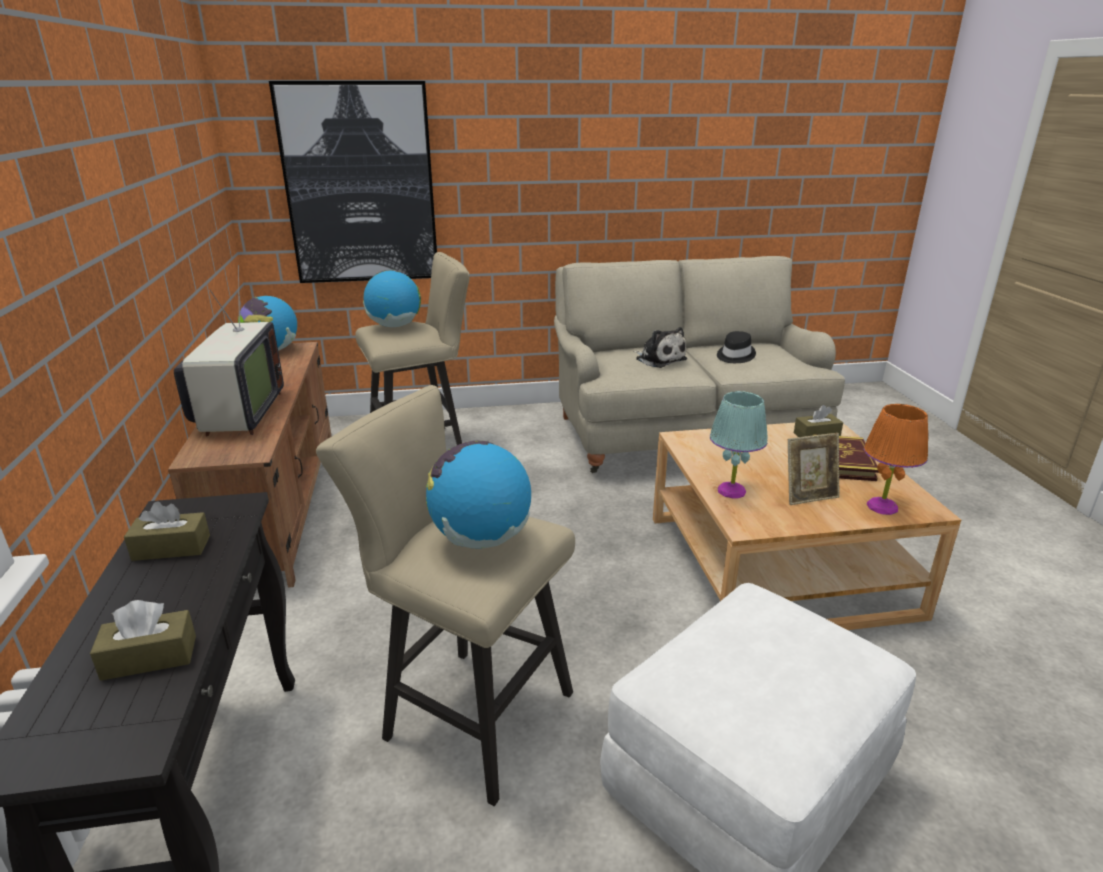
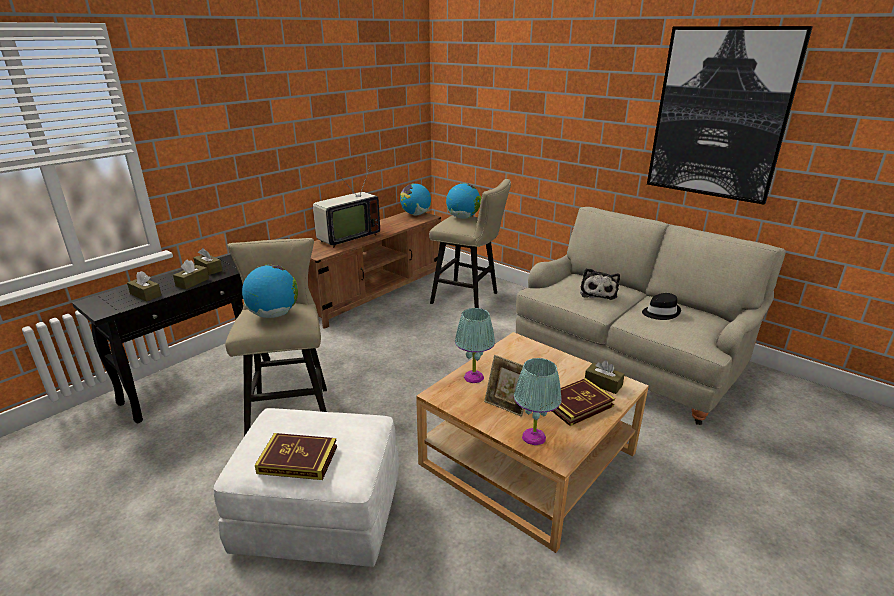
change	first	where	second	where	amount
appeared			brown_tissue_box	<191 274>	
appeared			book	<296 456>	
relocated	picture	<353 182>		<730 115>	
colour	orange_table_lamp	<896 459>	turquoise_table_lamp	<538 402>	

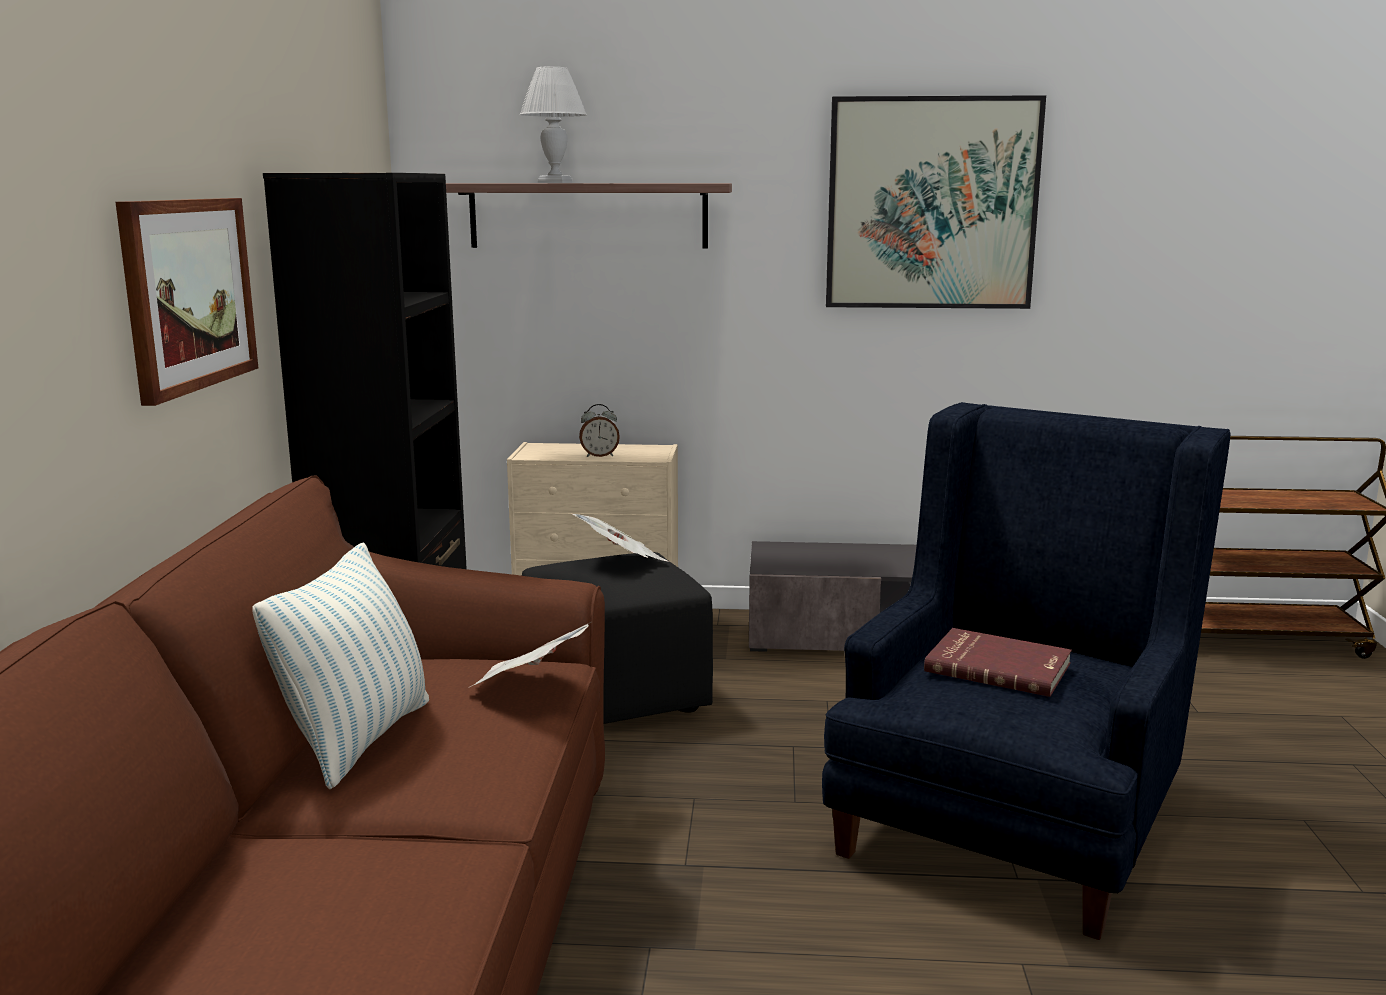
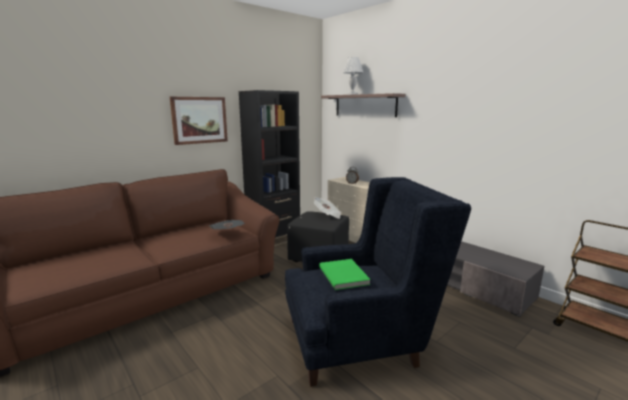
change	first	where	second	where	amount
missing	pillow	<340 666>			
missing	picture	<936 202>			
colour	red_book	<998 662>	green_book	<345 274>	

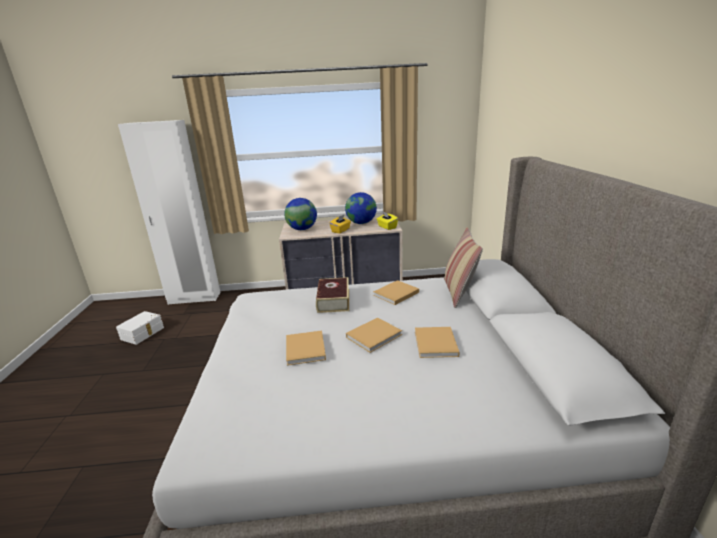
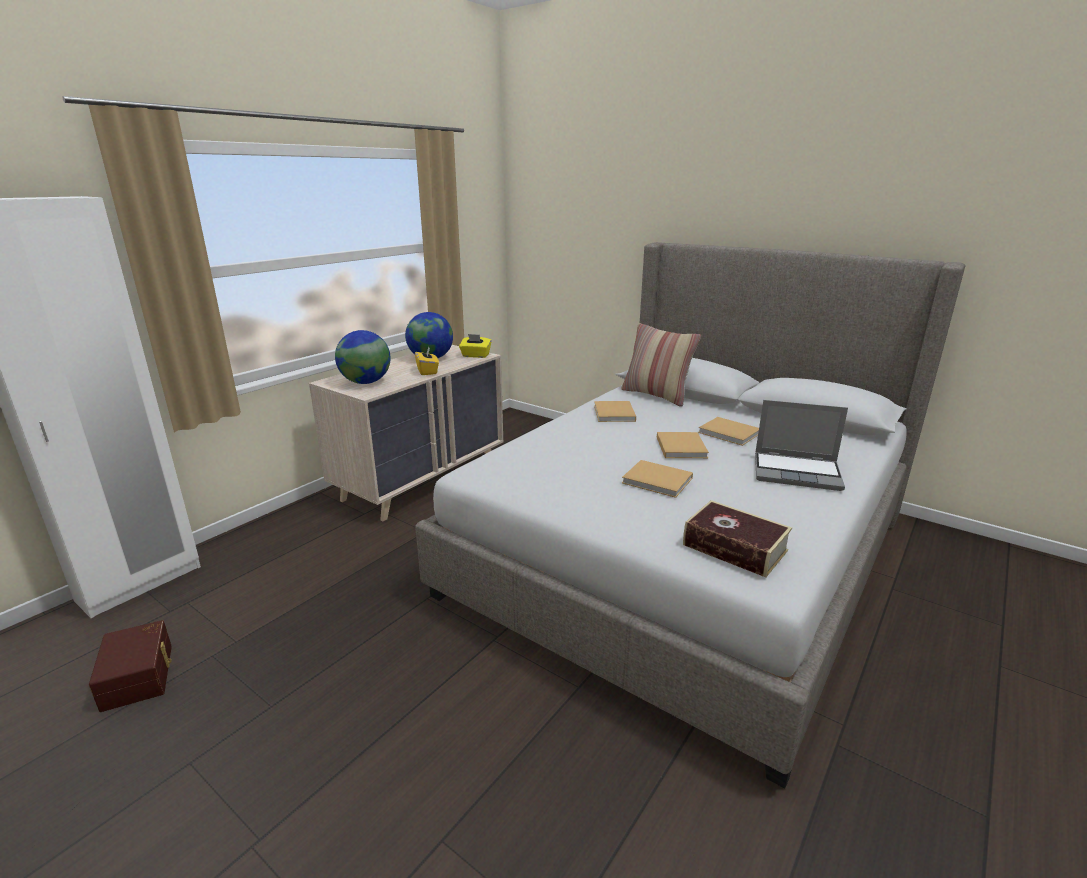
change	first	where	second	where	amount
appeared			laptop	<801 445>	
relocated	book	<332 295>		<737 539>	
colour	white_storage_box	<140 328>	brown_storage_box	<130 666>	

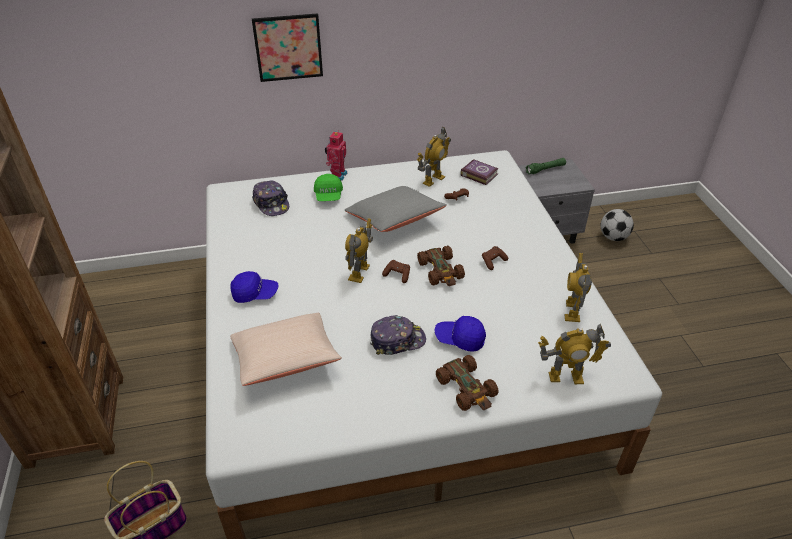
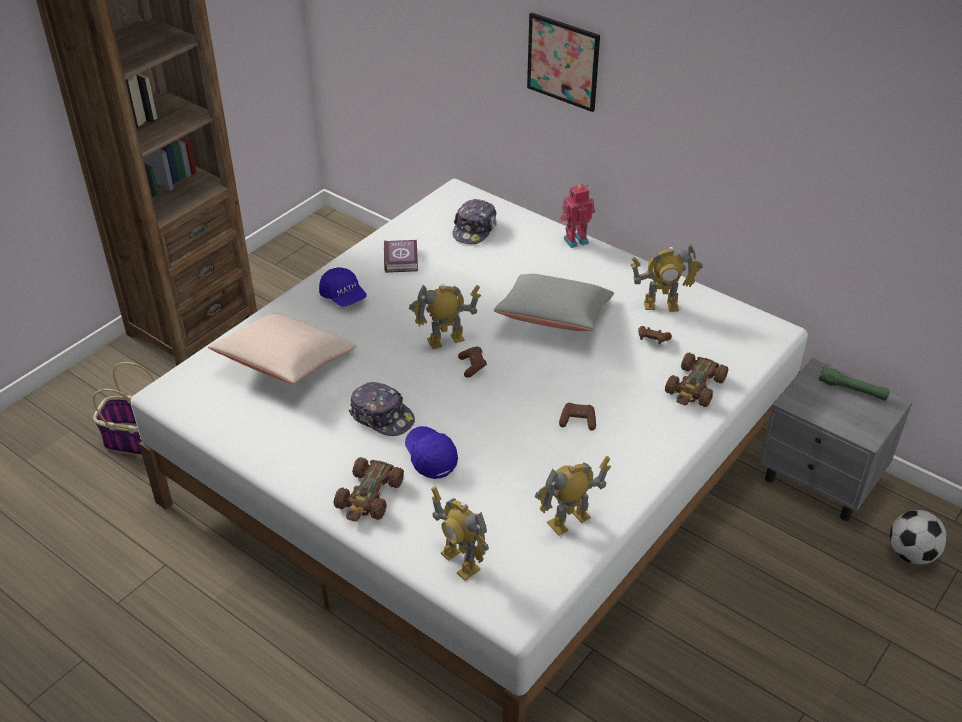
change	first	where	second	where	amount
missing	green_cap	<328 187>			
relocated	brown_toy_car	<441 266>		<697 380>	
relocated	book	<480 172>		<401 256>	

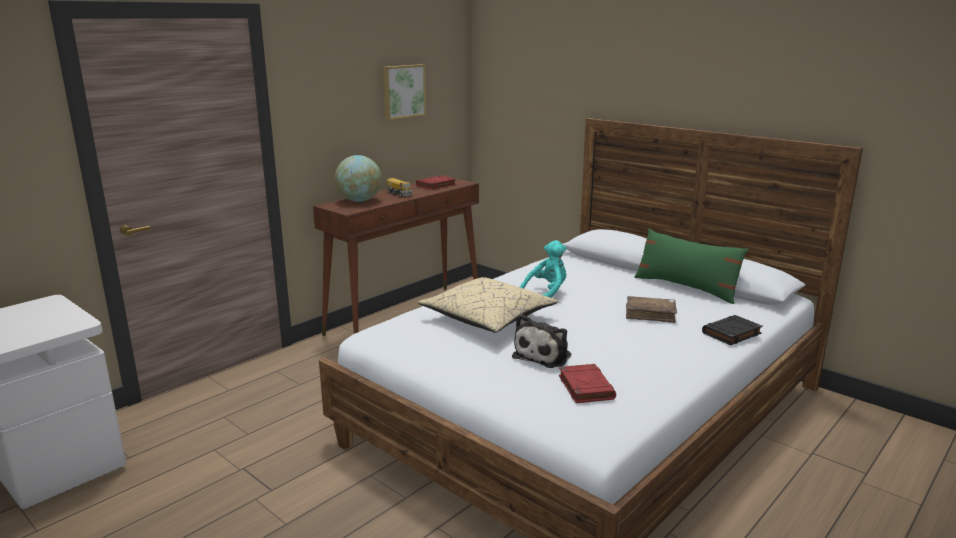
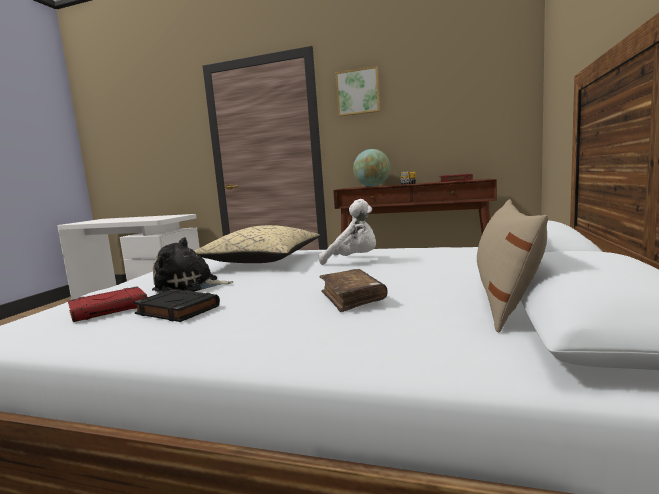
change	first	where	second	where	amount
relocated	picture	<404 92>		<358 91>	
relocated	black_book	<732 330>		<176 305>	
colour	turquoise_plush_toy	<543 269>	white_plush_toy	<347 232>	
colour	green_pillow	<691 266>	beige_pillow	<512 265>	

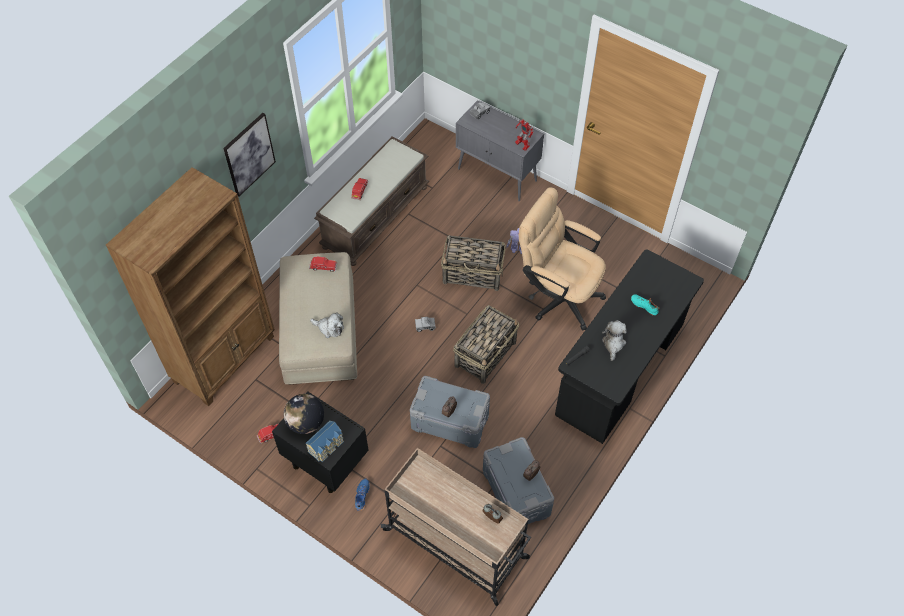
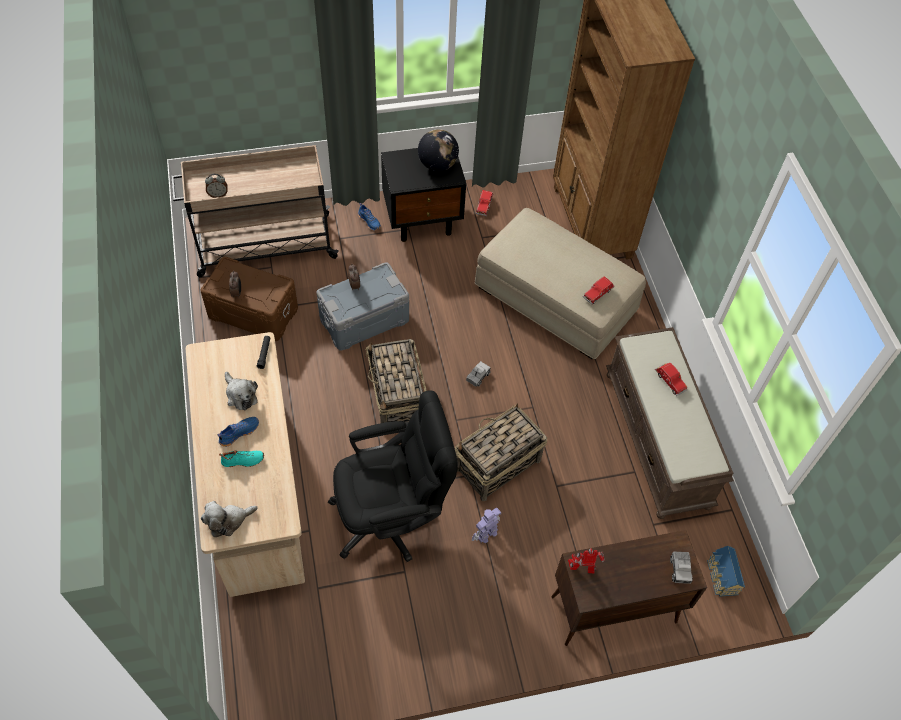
change	first	where	second	where	amount
missing	picture	<249 155>			
appeared			blue_shoe	<238 432>	
relocated	toy_house	<324 441>		<726 571>	
relocated	plush_toy	<327 325>		<229 519>	
colour	grey_cabinet	<500 151>	brown_cabinet	<629 588>	
colour	grey_storage_box	<518 480>	brown_storage_box	<249 299>	
colour	beige_office_chair	<562 259>	black_office_chair	<393 476>	
colour	black_desk	<629 347>	beige_desk	<245 464>	

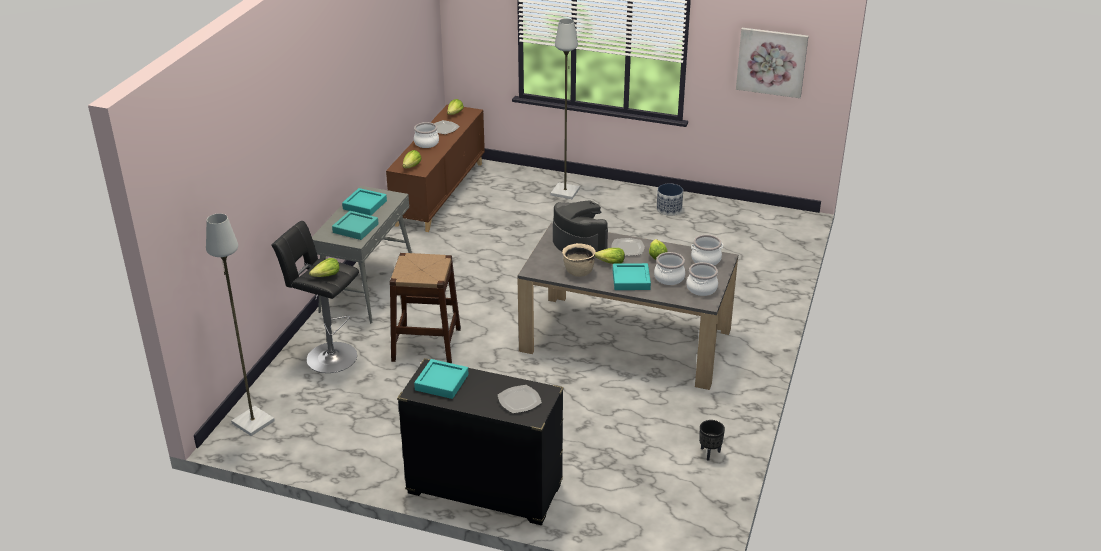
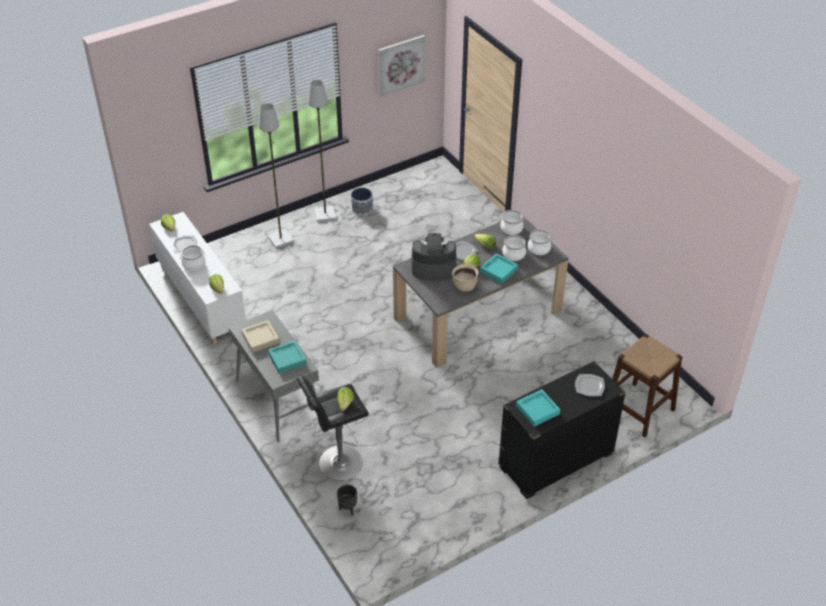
change	first	where	second	where	amount
relocated	grey_floor_lamp	<240 324>		<322 151>	
relocated	brown_stool	<425 308>		<647 385>	
relocated	black_planter	<712 440>		<347 500>	
colour	turquoise_tray	<364 202>	beige_tray	<260 336>	
colour	brown_cabinet	<435 168>	white_cabinet	<197 278>	

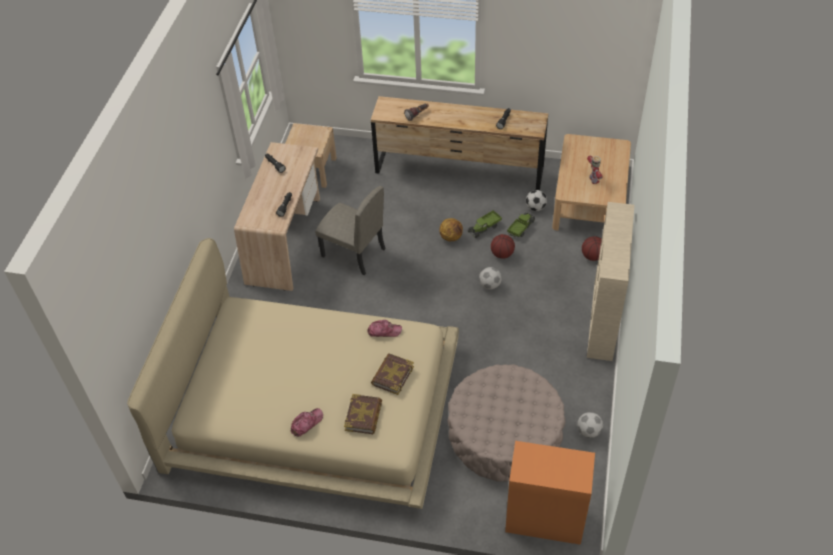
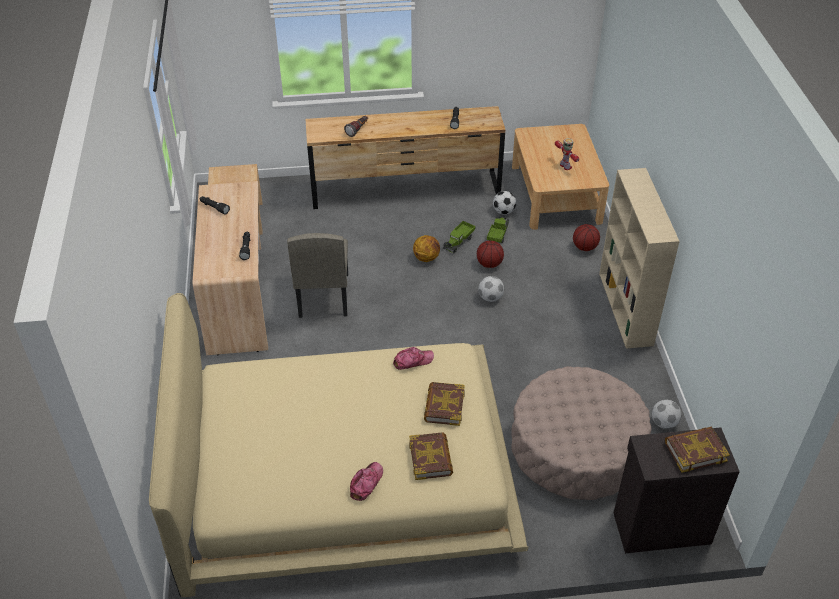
change	first	where	second	where	amount
appeared			book	<697 450>	
colour	orange_cabinet	<550 493>	black_cabinet	<677 490>	
spun	beige_chair	<350 230>		<317 275>	75 degrees clockwise

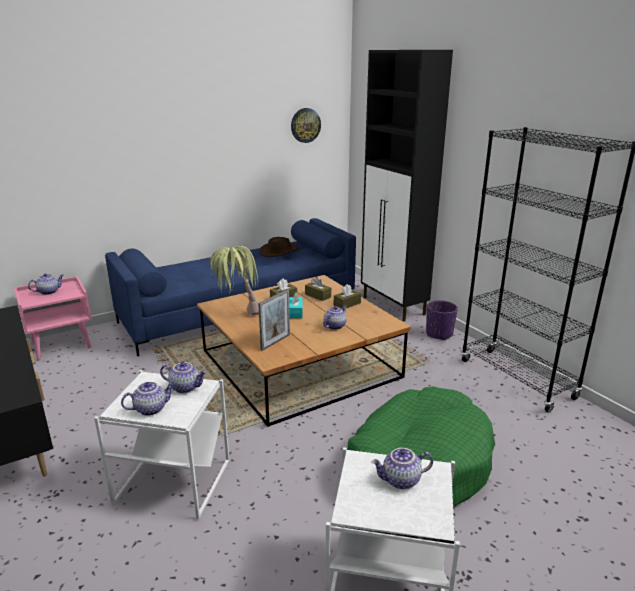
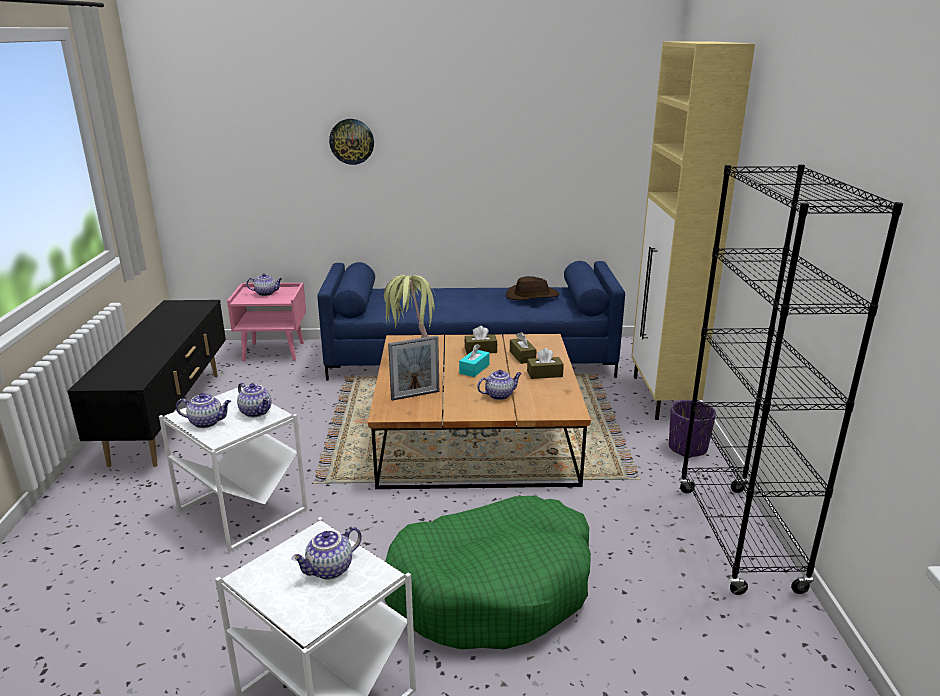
change	first	where	second	where	amount
relocated	wall_clock	<306 125>		<351 142>	
colour	black_cabinet	<407 185>	beige_cabinet	<693 231>	
spun	teapot	<402 469>		<327 553>	60 degrees counterclockwise

